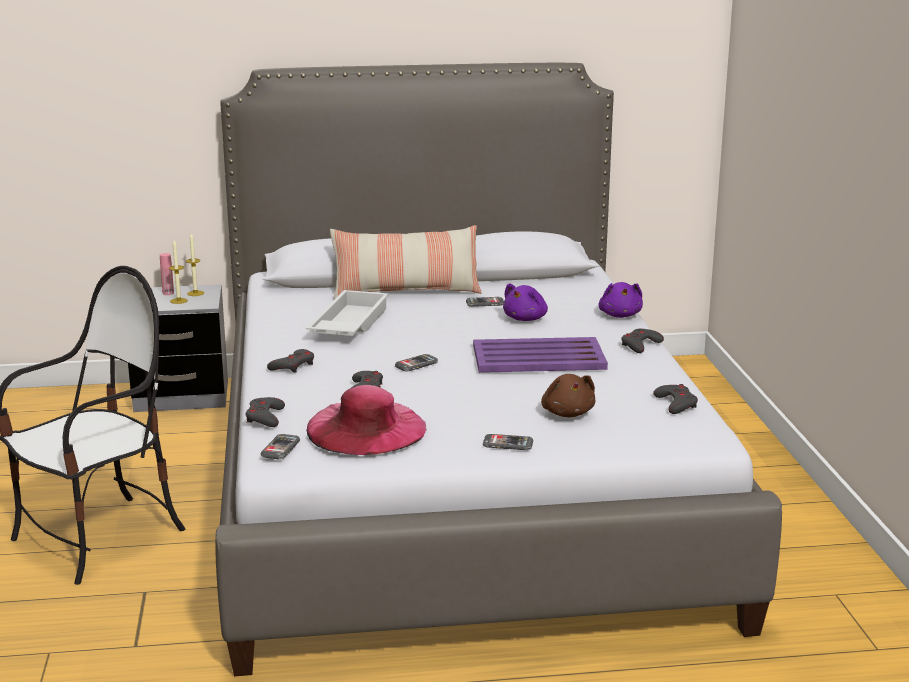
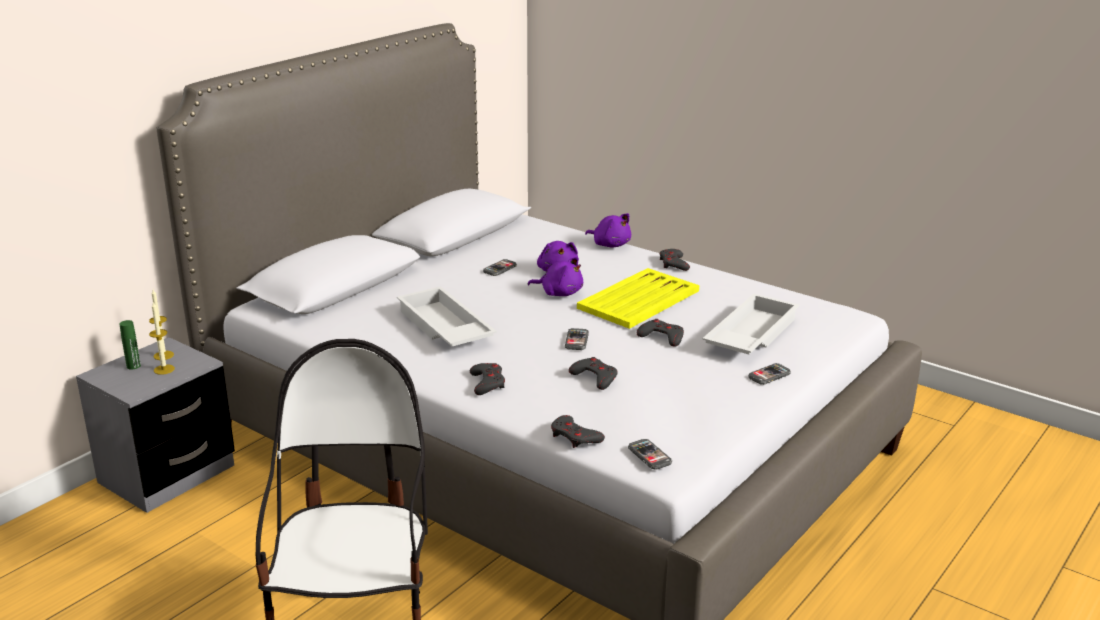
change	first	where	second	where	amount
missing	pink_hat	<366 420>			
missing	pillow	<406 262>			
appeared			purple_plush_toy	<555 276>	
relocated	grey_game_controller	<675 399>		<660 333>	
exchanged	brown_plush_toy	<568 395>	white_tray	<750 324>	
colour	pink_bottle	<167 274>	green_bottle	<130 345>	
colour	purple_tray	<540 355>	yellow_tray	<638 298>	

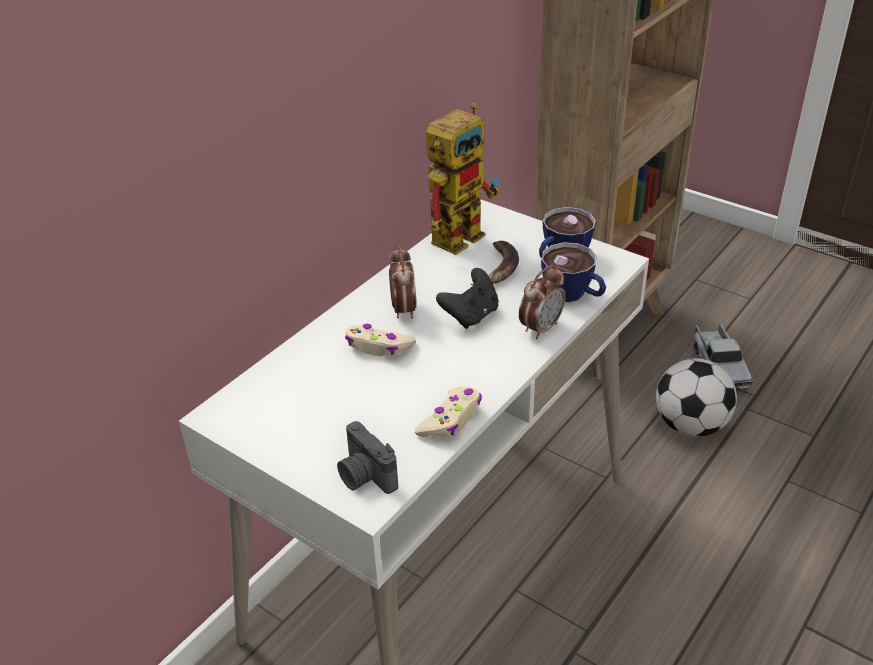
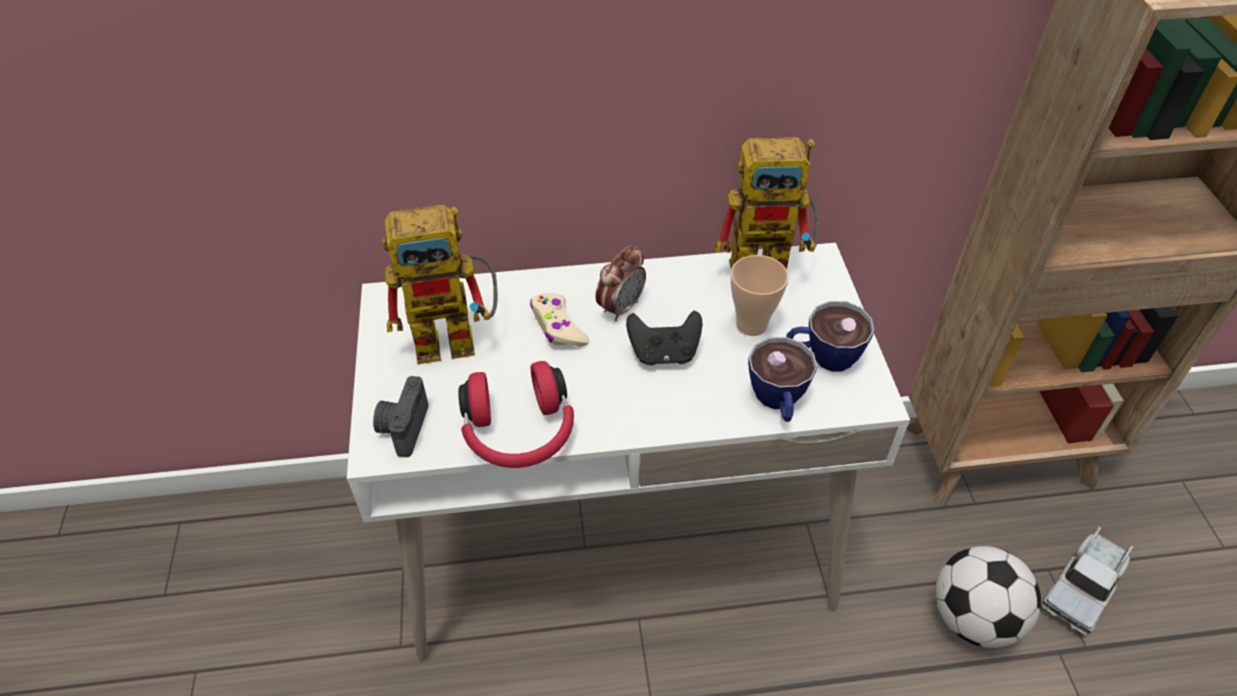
change	first	where	second	where	amount
missing	alarm_clock	<542 302>			
appeared			toy_robot	<440 284>	
exchanged	beige_game_controller	<448 412>	red_headphones	<516 414>	
exchanged	banana	<495 263>	cup	<759 295>	

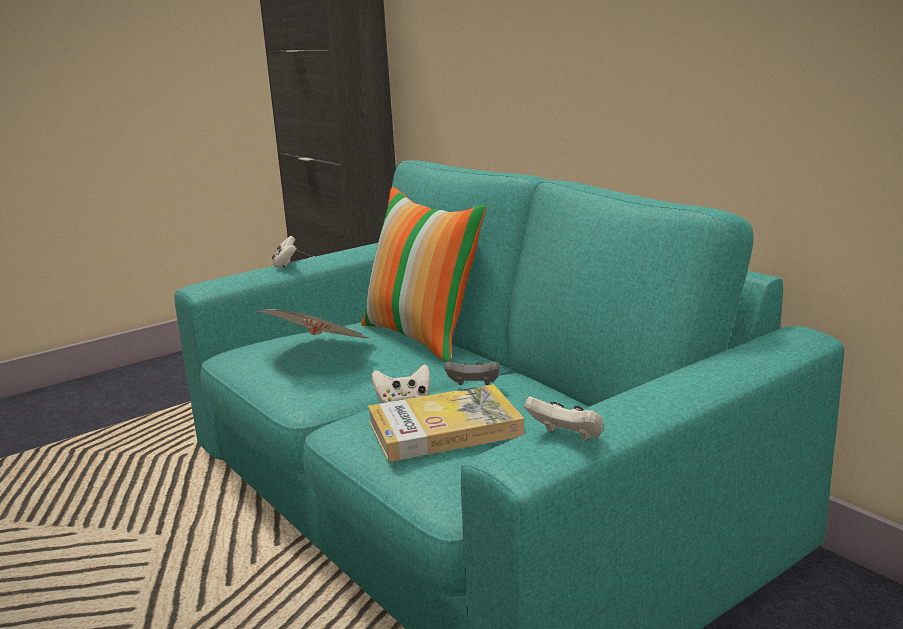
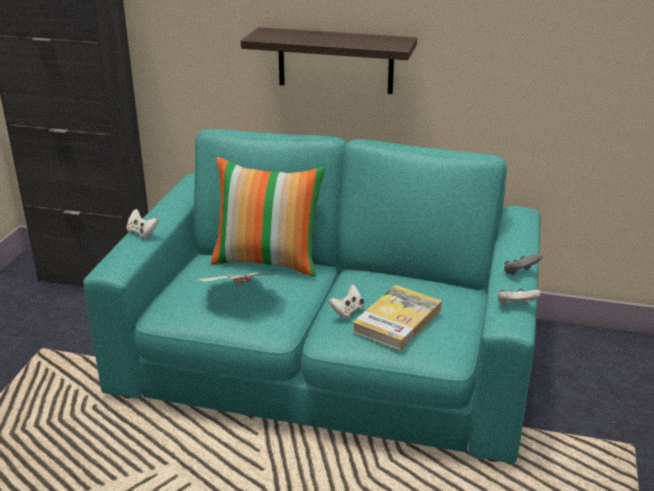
change	first	where	second	where	amount
appeared			shelf	<329 60>	
relocated	grey_game_controller	<472 373>		<523 264>	

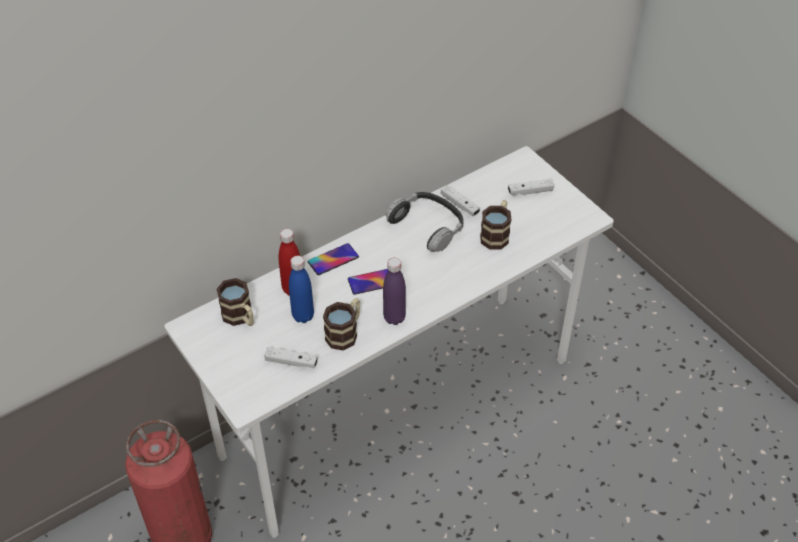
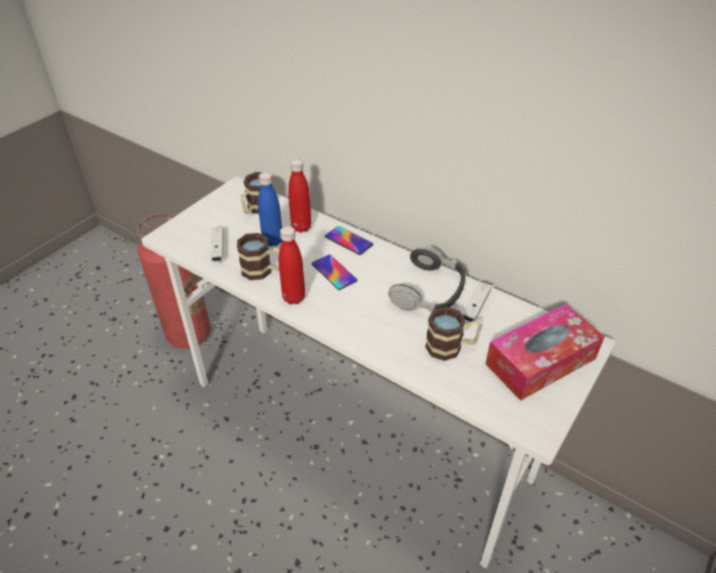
change	first	where	second	where	amount
exchanged	white_game_controller	<531 187>	tissue_box	<545 352>	
colour	purple_bottle	<394 291>	red_bottle	<292 265>	

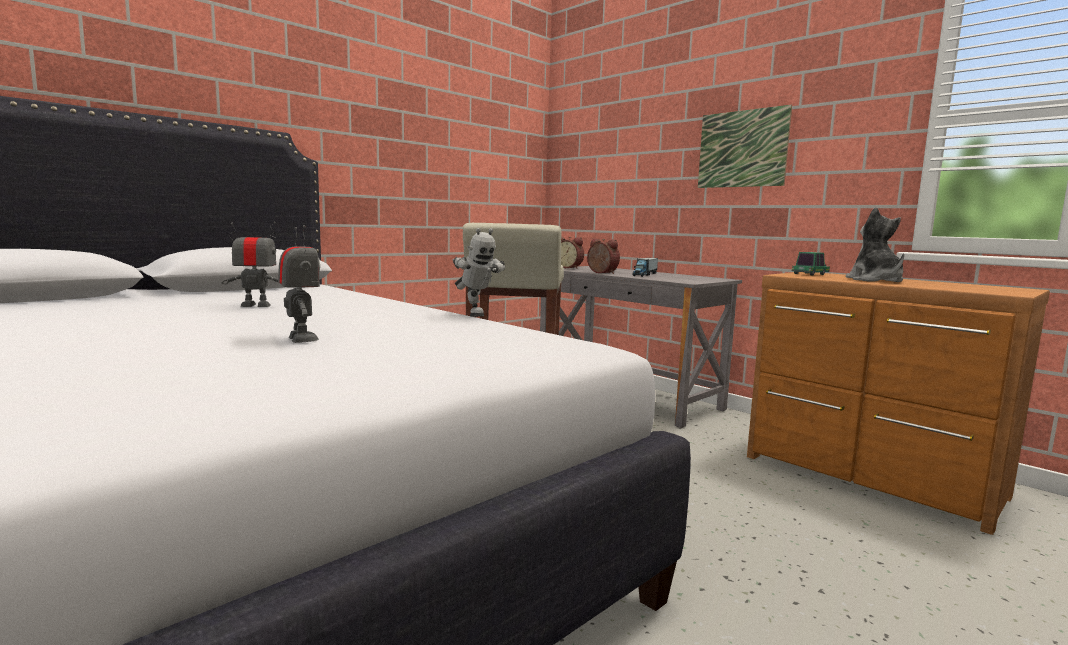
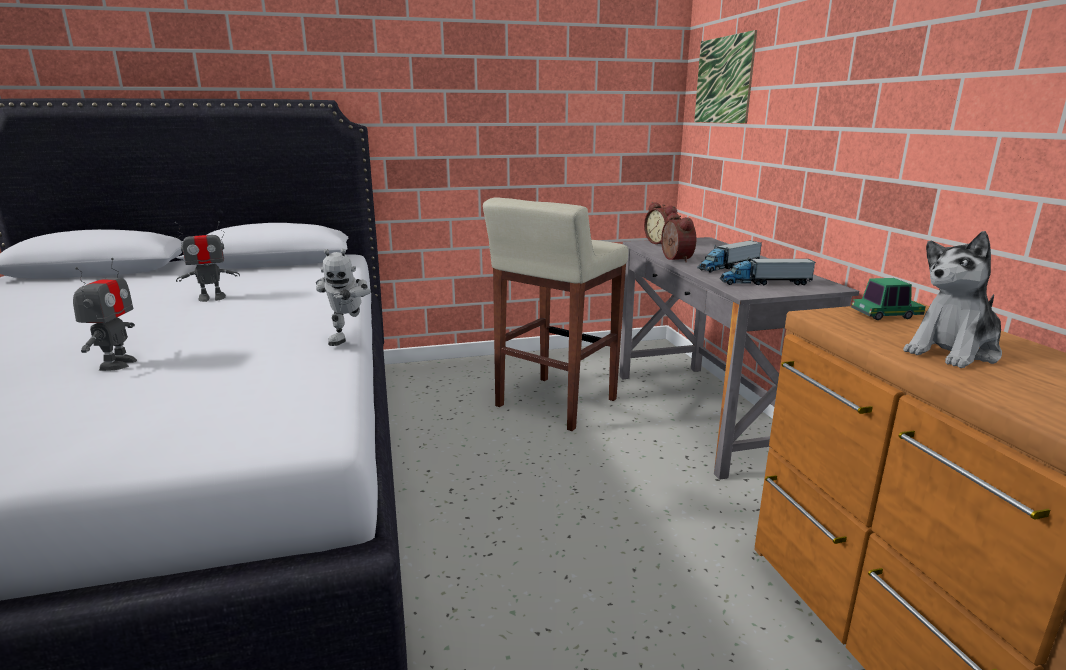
change	first	where	second	where	amount
appeared			toy_truck	<768 271>	
relocated	picture	<745 146>		<725 77>	
spun	toy_robot	<250 264>		<207 261>	135 degrees clockwise
spun	plush_toy	<875 244>		<952 299>	150 degrees counterclockwise

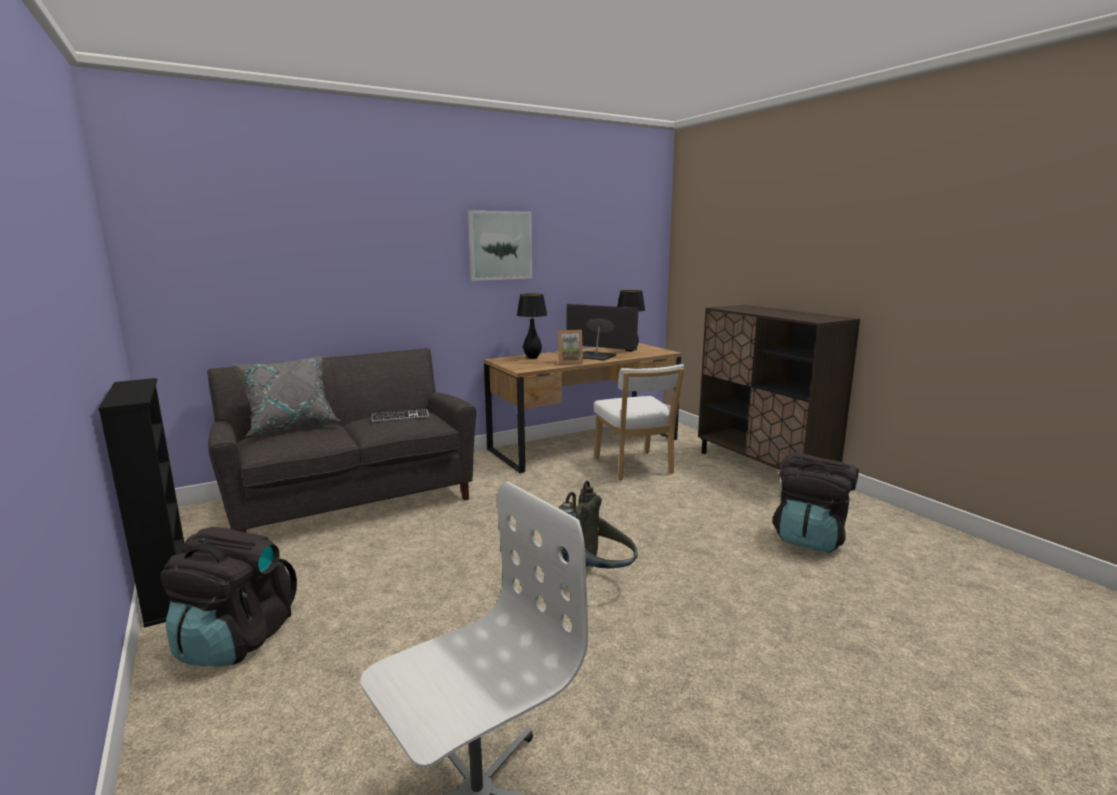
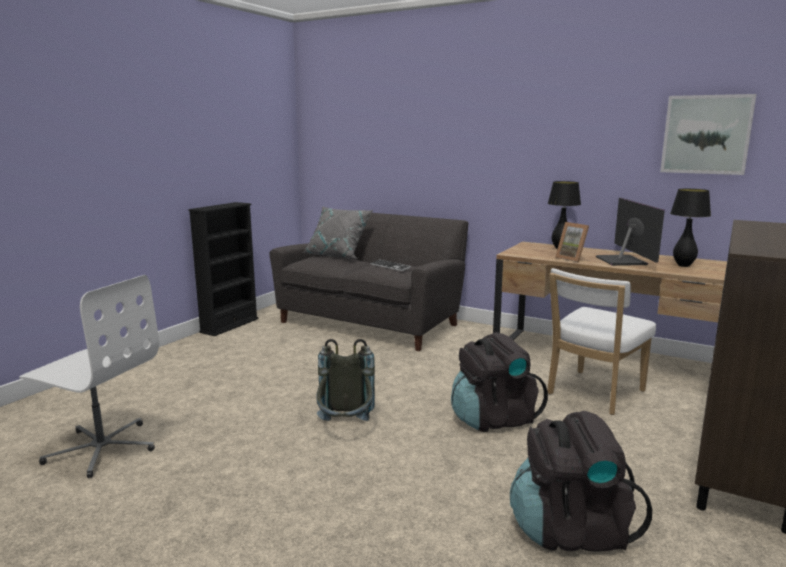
change	first	where	second	where	amount
relocated	black_backpack	<228 597>		<499 382>	
relocated	picture	<500 245>		<708 134>	

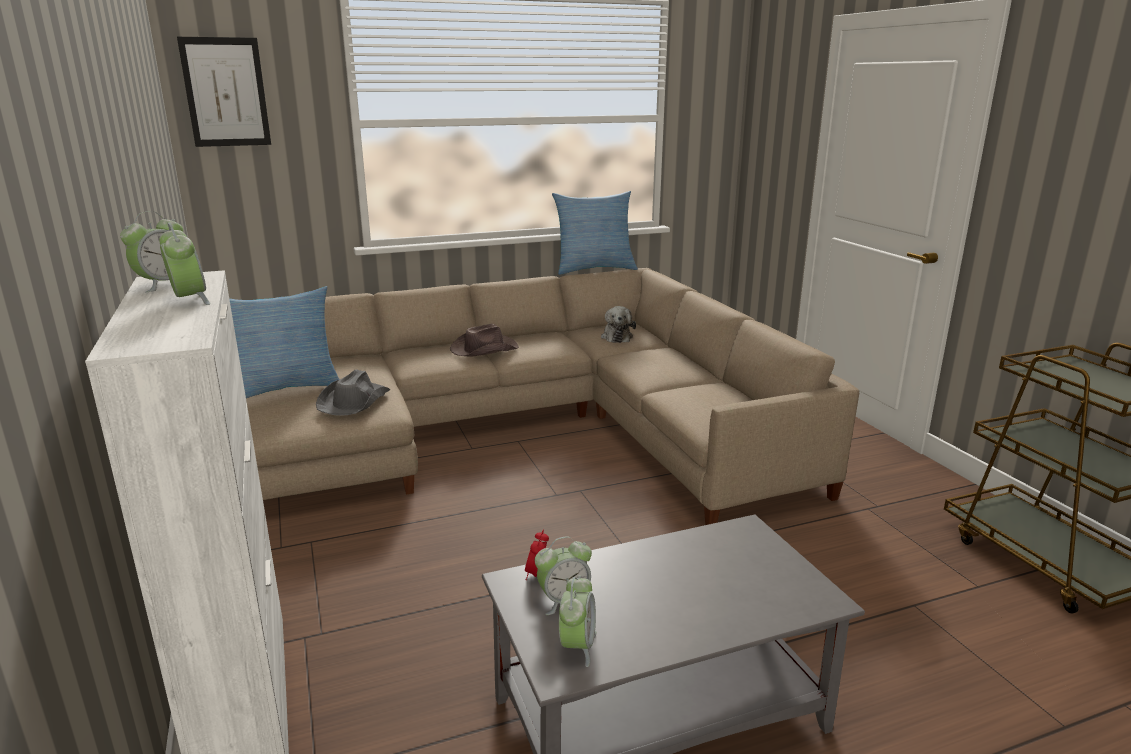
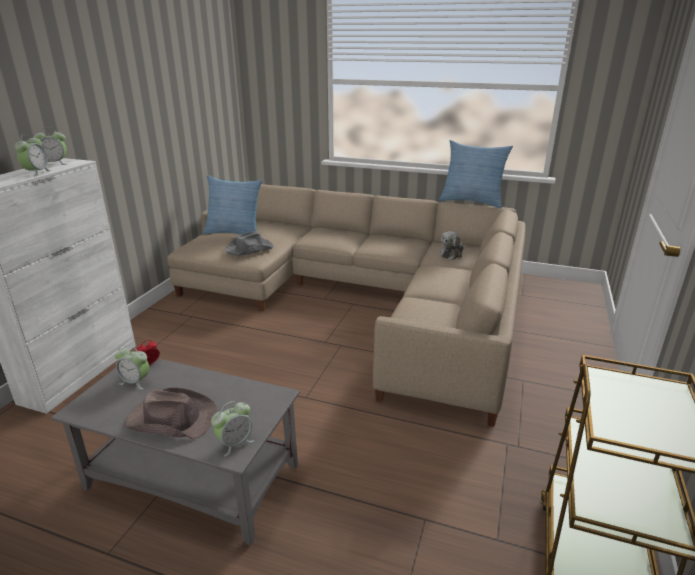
change	first	where	second	where	amount
missing	picture	<224 92>			
relocated	brown_hat	<484 340>		<171 413>	
relocated	alarm_clock	<577 621>		<232 429>	

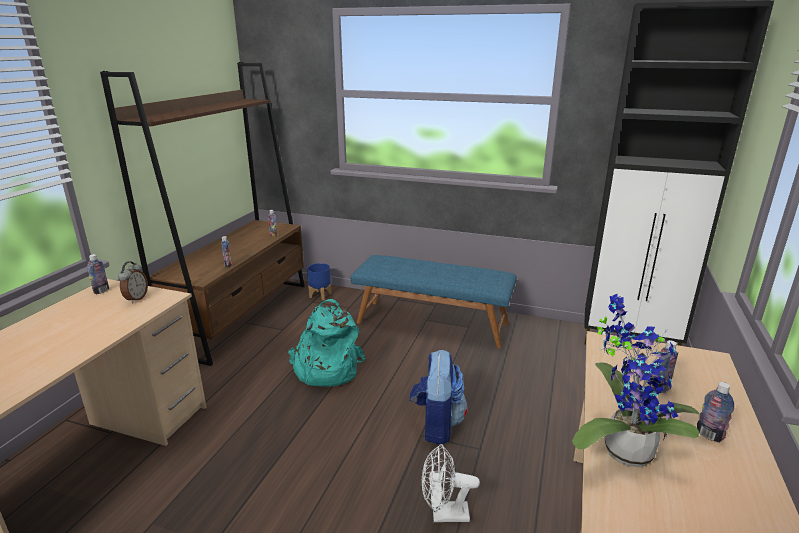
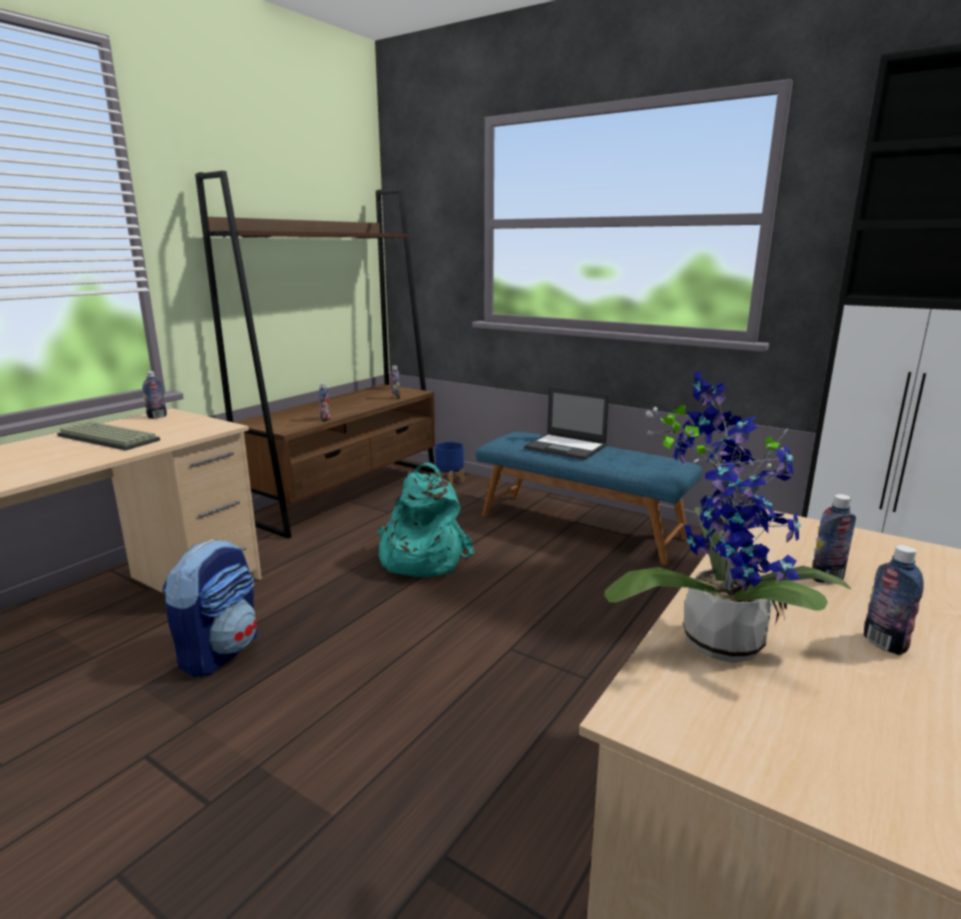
change	first	where	second	where	amount
missing	alarm_clock	<133 282>			
missing	white_fan	<451 483>			
appeared			keyboard	<108 436>	
appeared			laptop	<566 423>	
relocated	backpack	<438 397>		<209 608>	

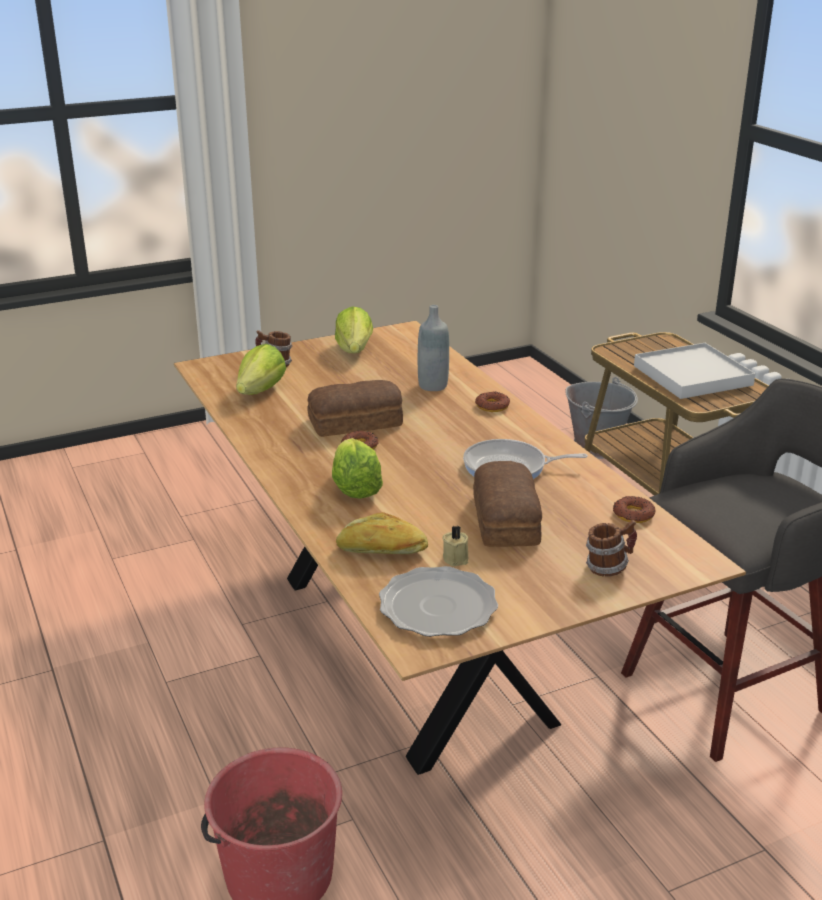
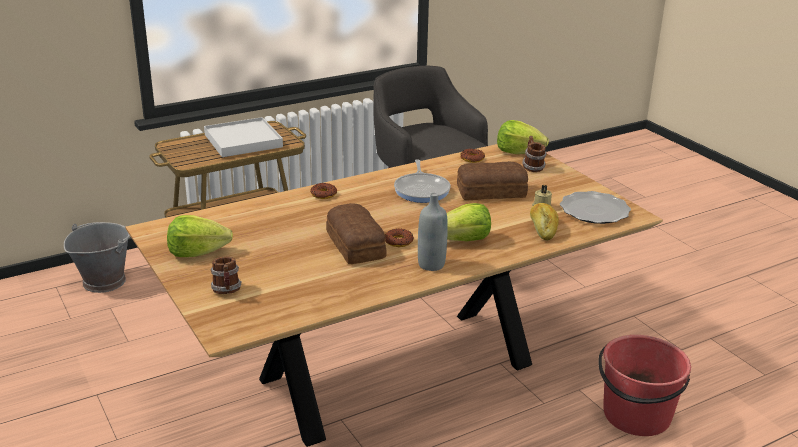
change	first	where	second	where	amount
relocated	lettuce	<261 369>		<523 137>	
relocated	grey_bottle	<433 348>		<433 232>	

